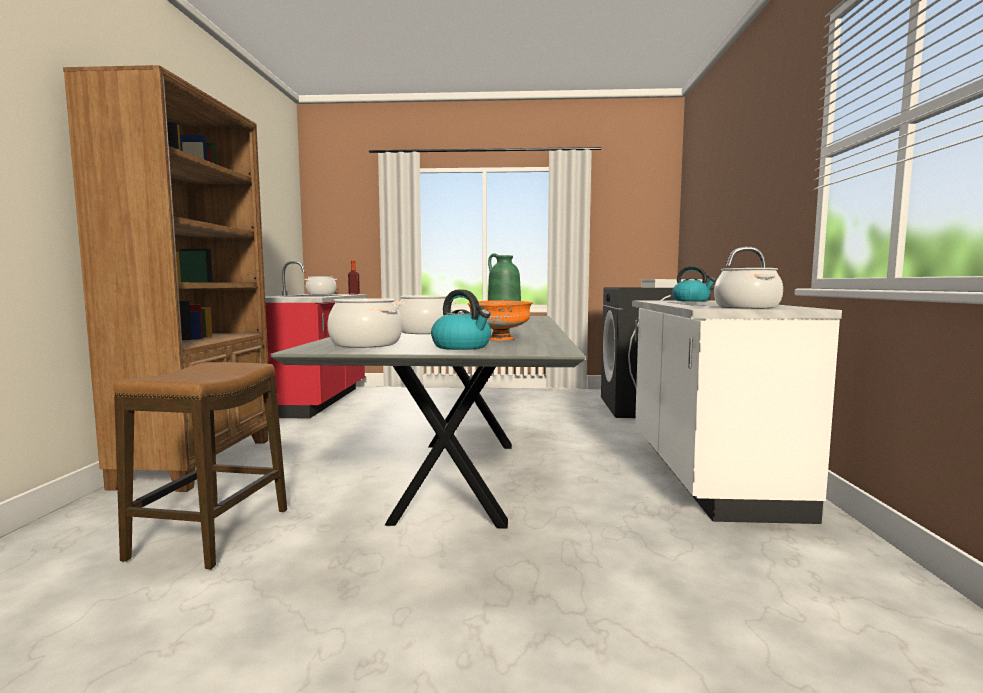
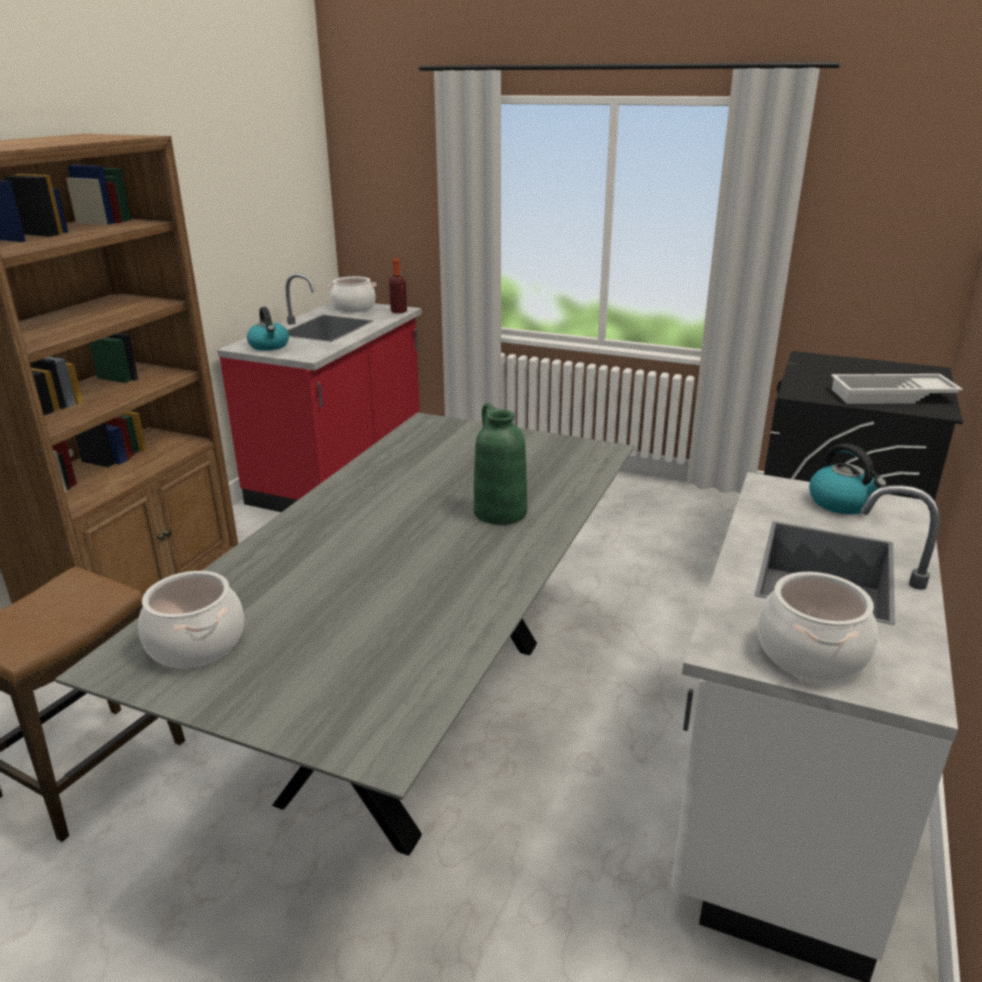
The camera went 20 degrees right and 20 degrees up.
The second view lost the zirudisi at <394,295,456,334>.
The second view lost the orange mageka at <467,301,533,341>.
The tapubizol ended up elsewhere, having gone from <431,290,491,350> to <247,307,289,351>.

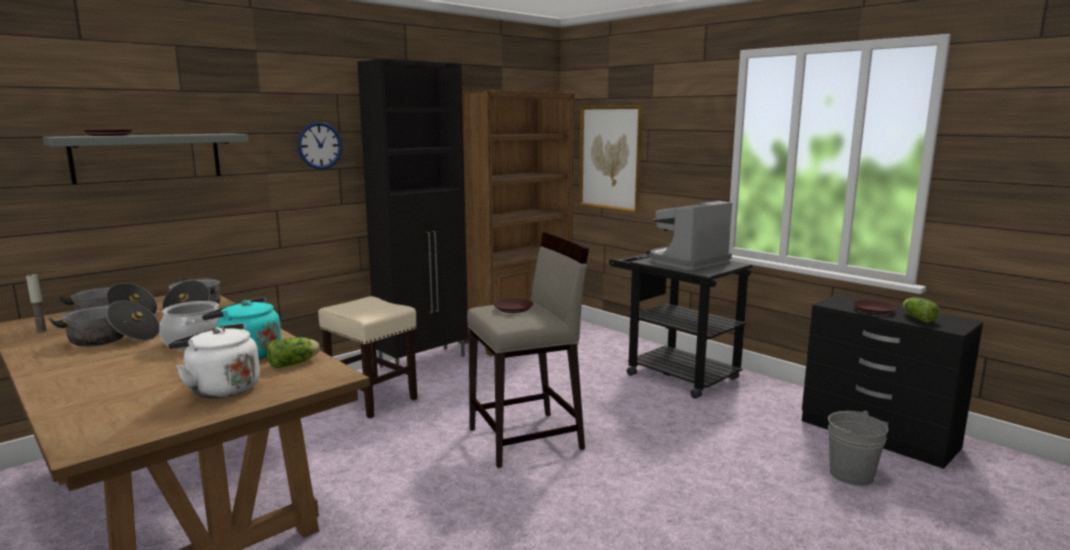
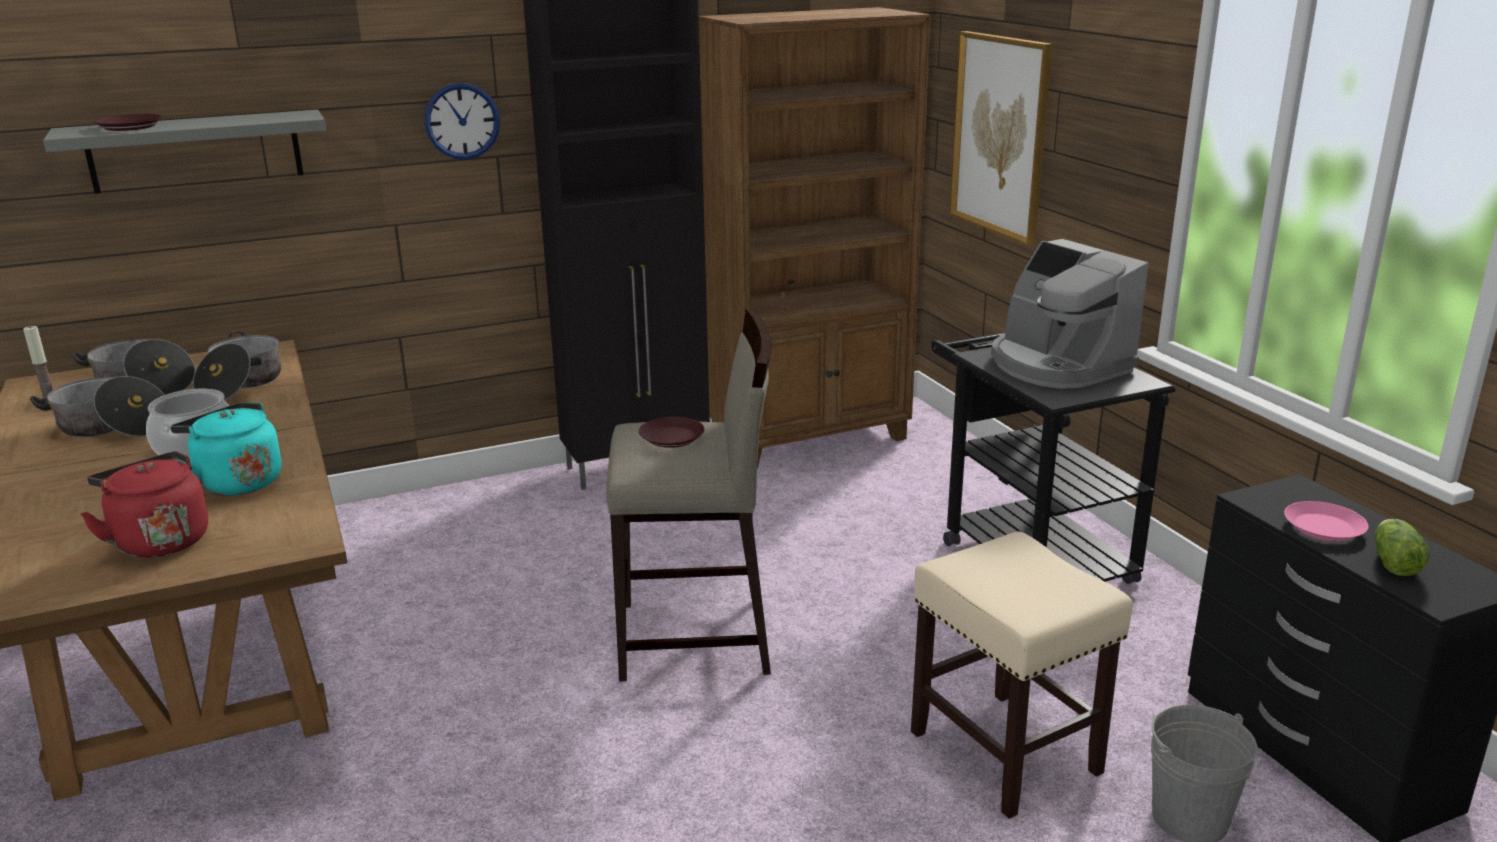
The camera went 20 degrees right and 10 degrees up.
The second view lost the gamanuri at <266,337,320,368>.
The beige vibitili ended up elsewhere, having gone from <318,296,417,418> to <911,531,1133,819>.
What was the white tapubizol at <168,323,260,398> turned into the red tapubizol at <80,451,208,558>.
What was the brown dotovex at <852,300,897,315> turned into the pink dotovex at <1284,501,1369,541>.
The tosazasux at <650,200,732,270> ended up facing another way, 105 degrees counterclockwise from before.

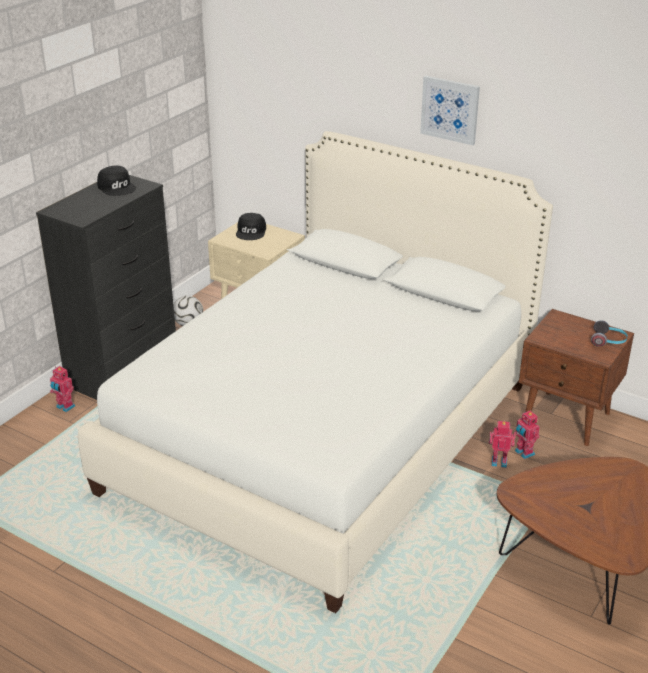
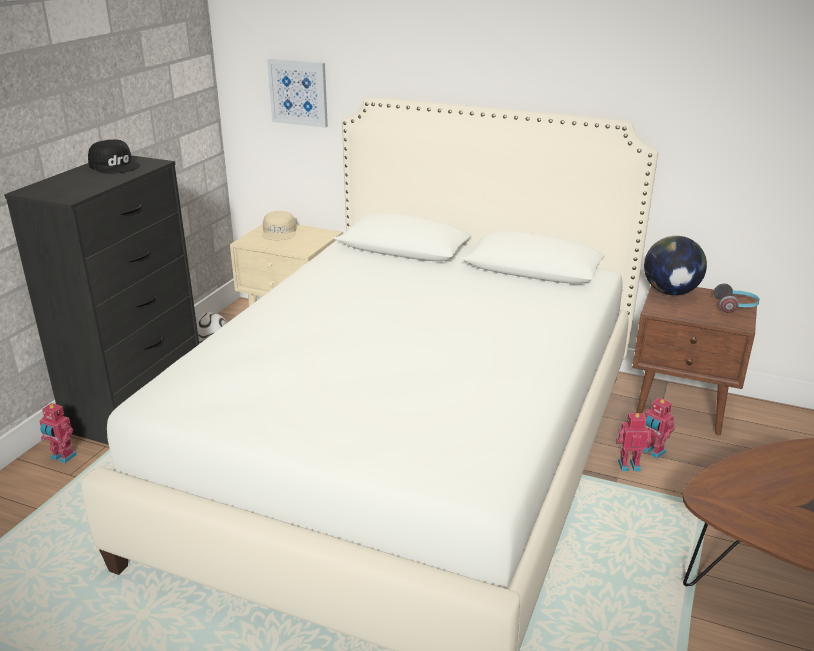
The camera went 10 degrees left and 5 degrees down.
The second view gained the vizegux at <644,236,707,295>.
The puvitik ended up elsewhere, having gone from <420,76,480,145> to <267,59,328,128>.
What was the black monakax at <236,213,266,240> turned into the beige monakax at <262,211,296,240>.

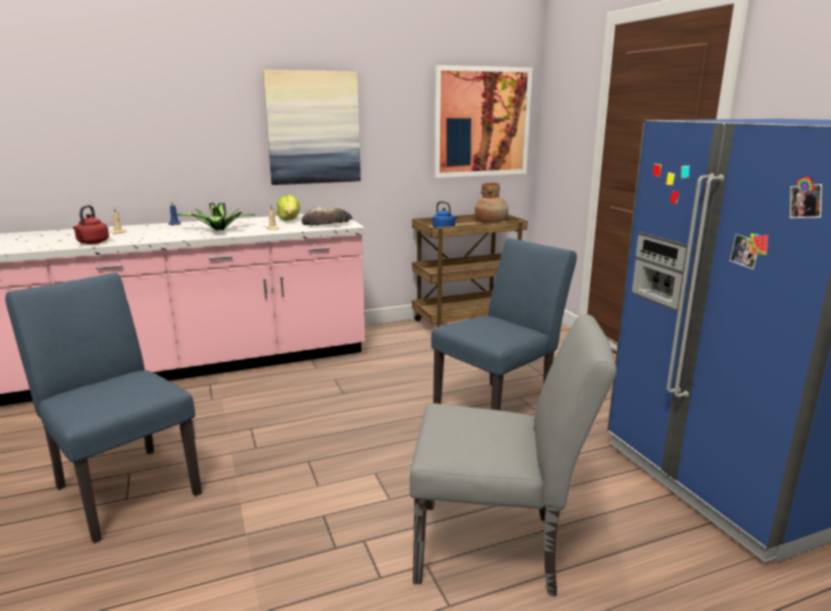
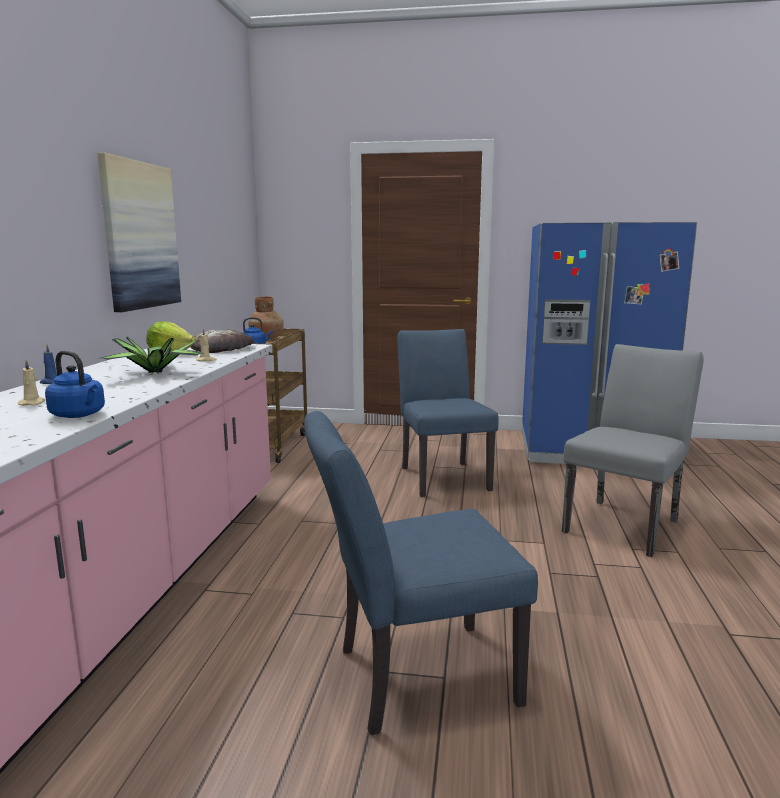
The camera went 60 degrees left and 5 degrees down.
The second view lost the puvitik at <434,65,533,178>.
What was the red tapubizol at <73,205,109,244> turned into the blue tapubizol at <45,351,105,418>.

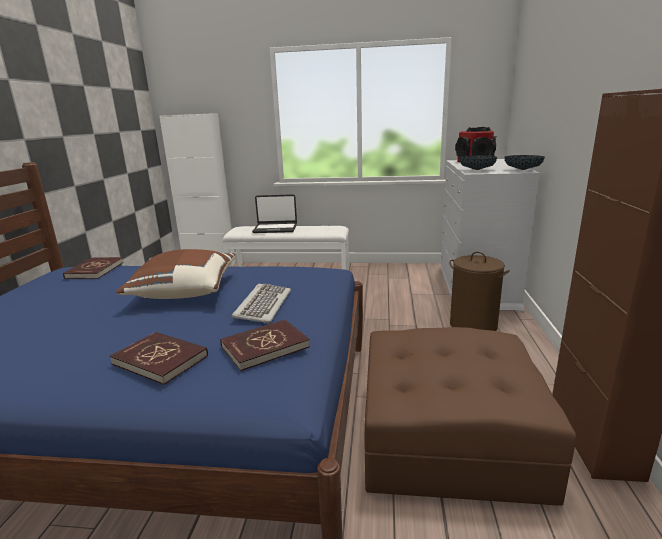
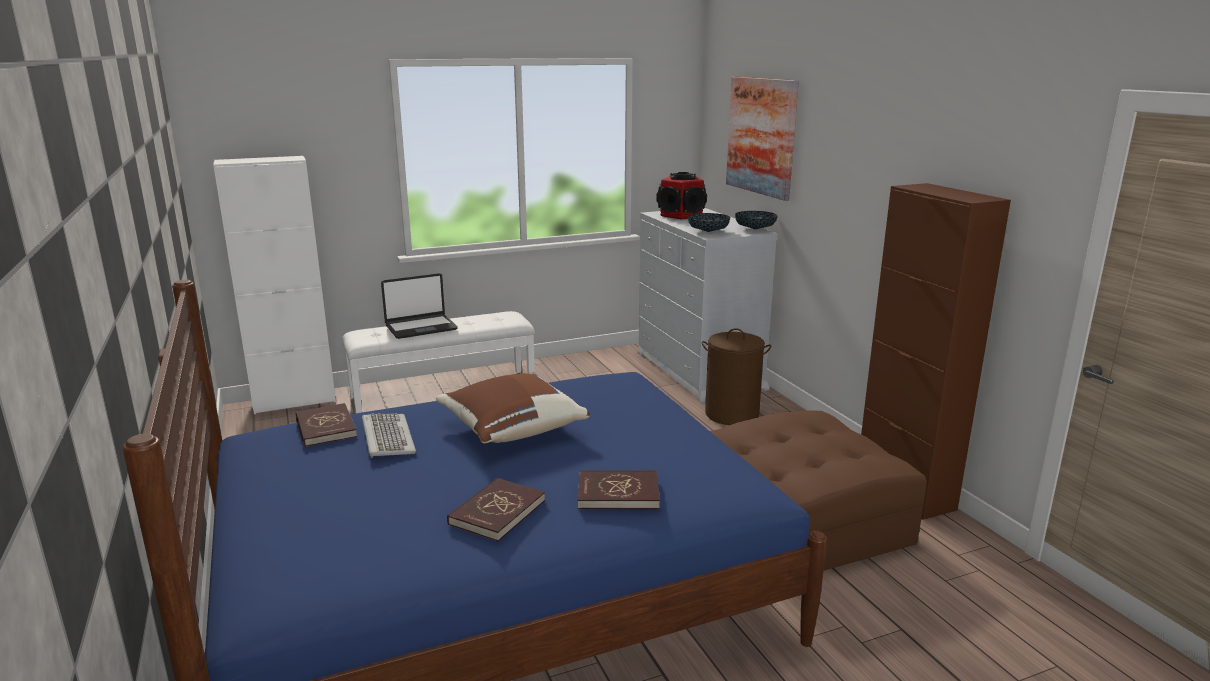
The camera went 30 degrees left and 0 degrees up.
The second view gained the puvitik at <726,77,799,201>.
The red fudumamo ended up elsewhere, having gone from <220,319,310,371> to <447,478,545,541>.
The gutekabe ended up elsewhere, having gone from <232,283,291,323> to <362,413,416,458>.

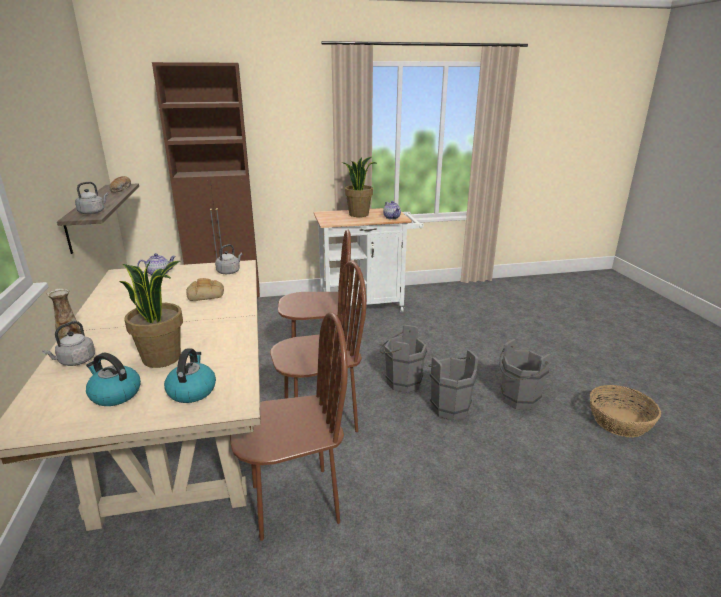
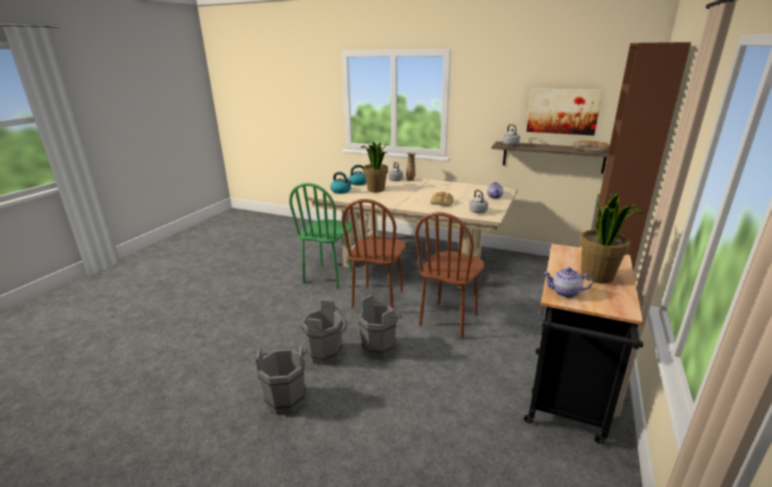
The camera went 125 degrees right and 0 degrees up.
The second view lost the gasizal at <590,385,661,437>.
The second view gained the puvitik at <526,88,603,136>.
What was the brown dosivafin at <230,312,348,541> turned into the green dosivafin at <289,183,353,288>.
What was the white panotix at <314,208,424,312> turned into the black panotix at <524,244,643,444>.

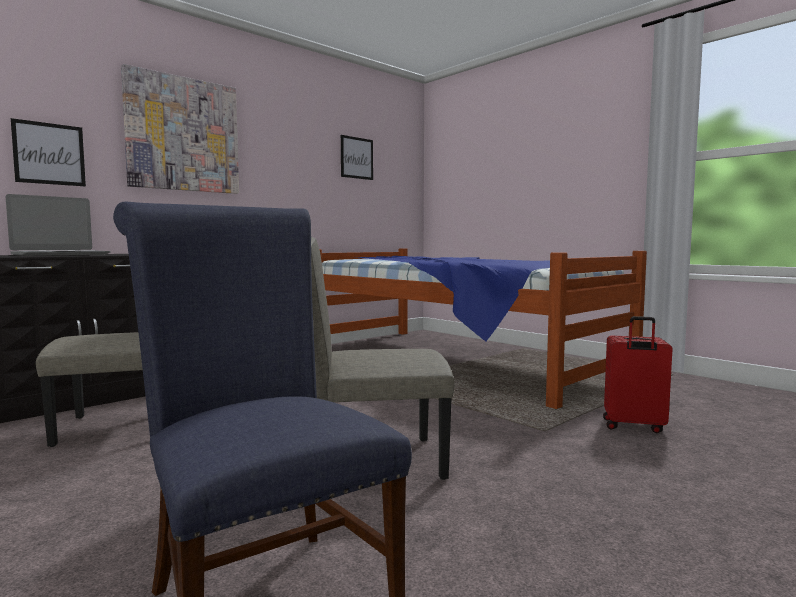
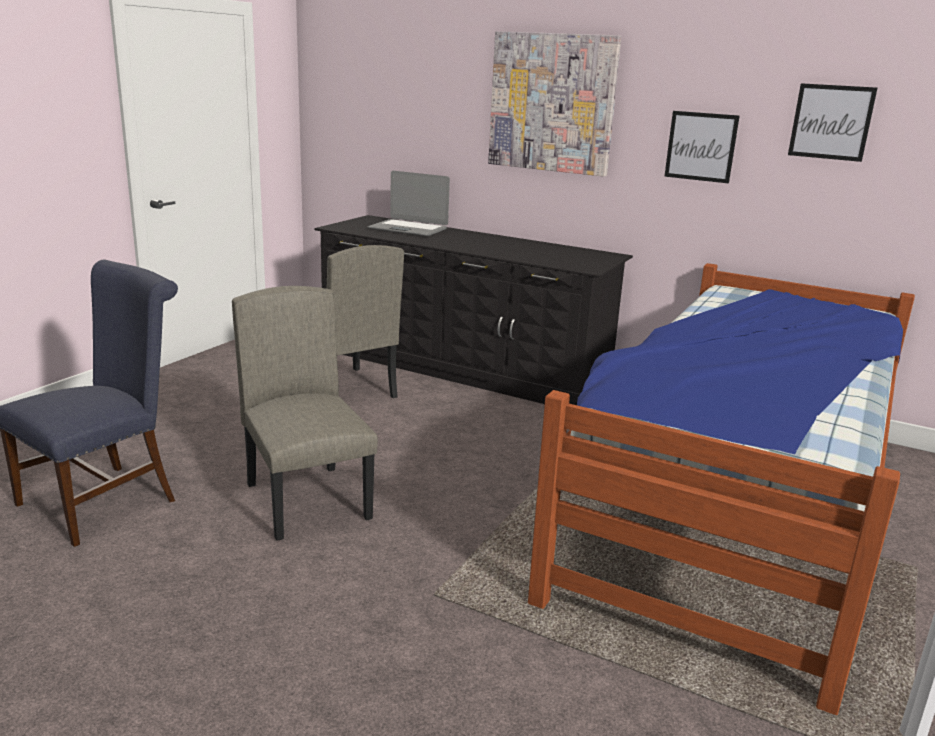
The camera went 70 degrees right and 15 degrees up.
The second view lost the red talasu at <603,316,672,433>.
The puvitik ended up elsewhere, having gone from <11,118,86,186> to <664,111,739,183>.

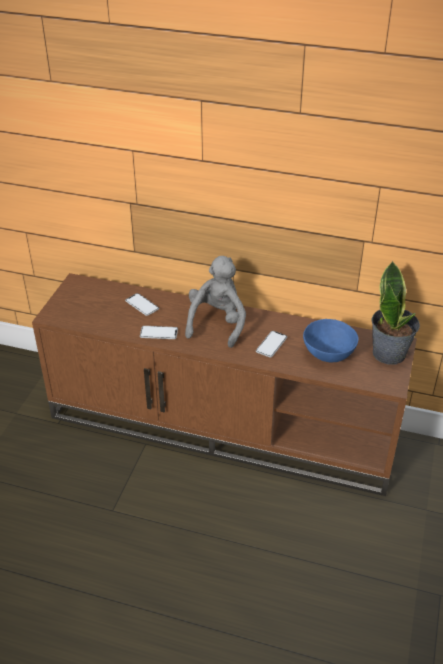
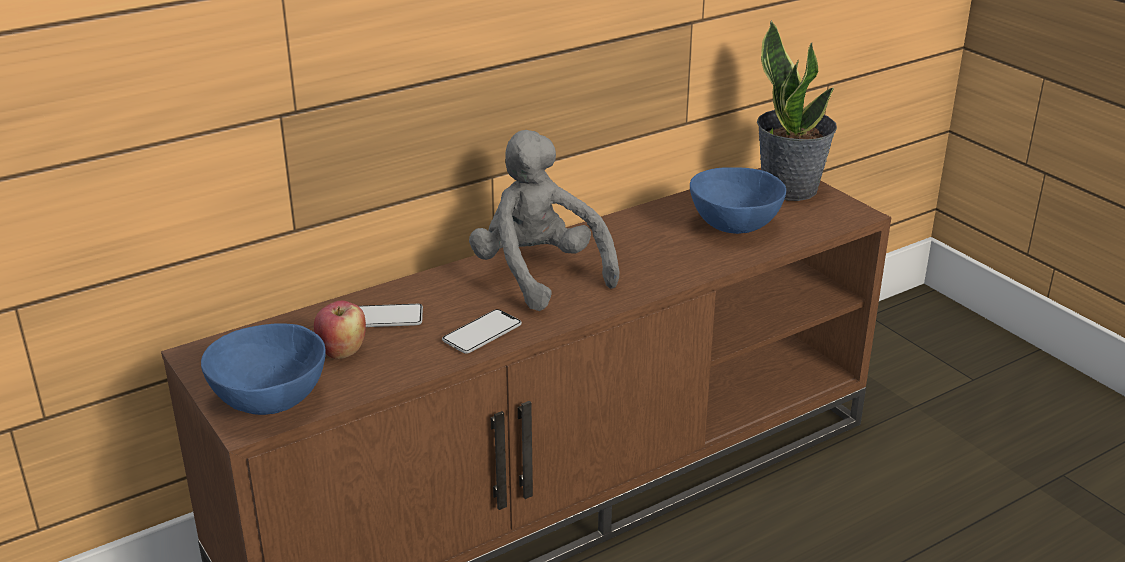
The camera went 50 degrees left and 10 degrees down.
The second view lost the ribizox at <256,331,287,357>.
The second view gained the blue mageka at <201,323,325,415>.
The second view gained the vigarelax at <314,301,366,359>.

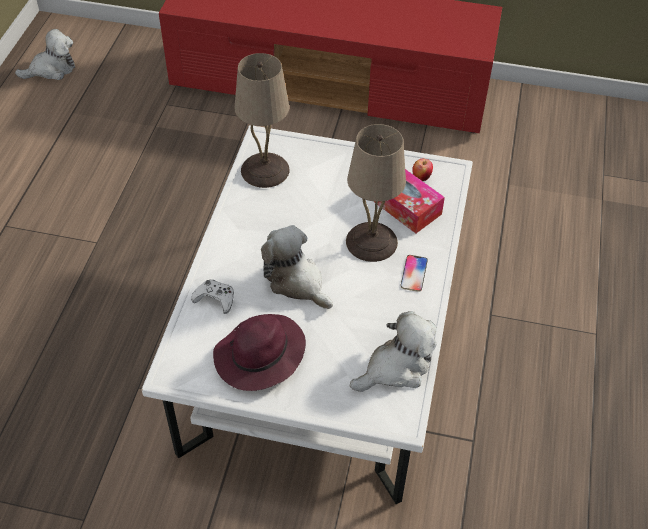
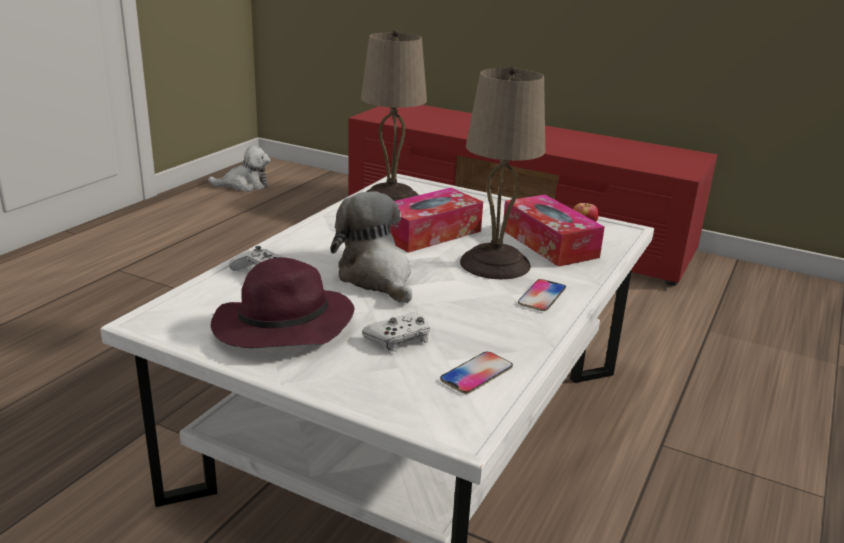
The camera went 15 degrees right and 25 degrees down.
The second view gained the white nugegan at <362,313,430,352>.
The second view gained the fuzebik at <390,188,483,253>.
Where the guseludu stood at <350,311,437,392>, the ribizox came to stand at <440,352,513,394>.

